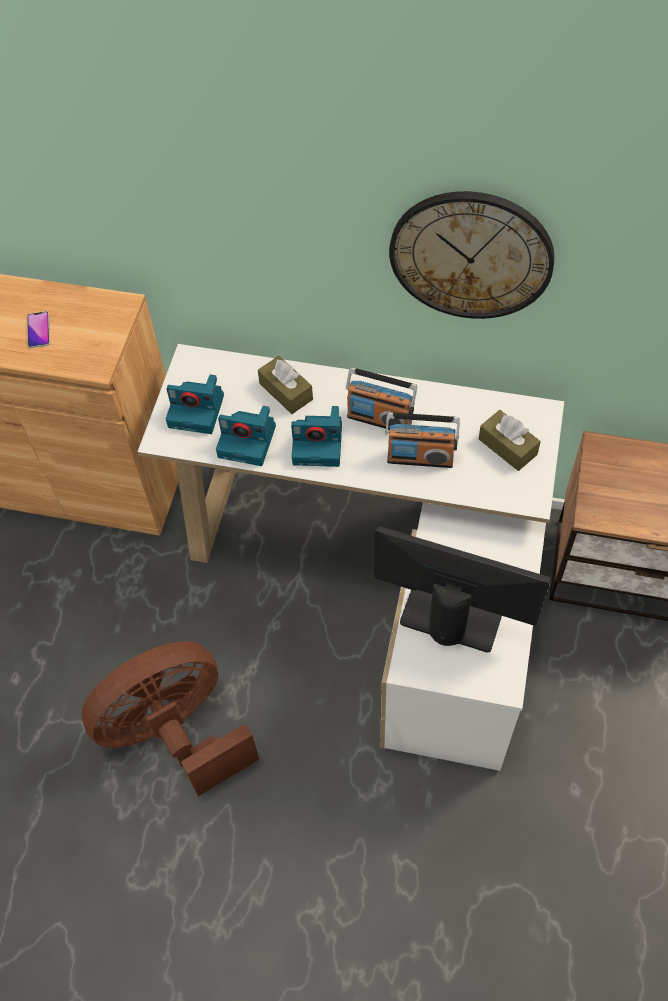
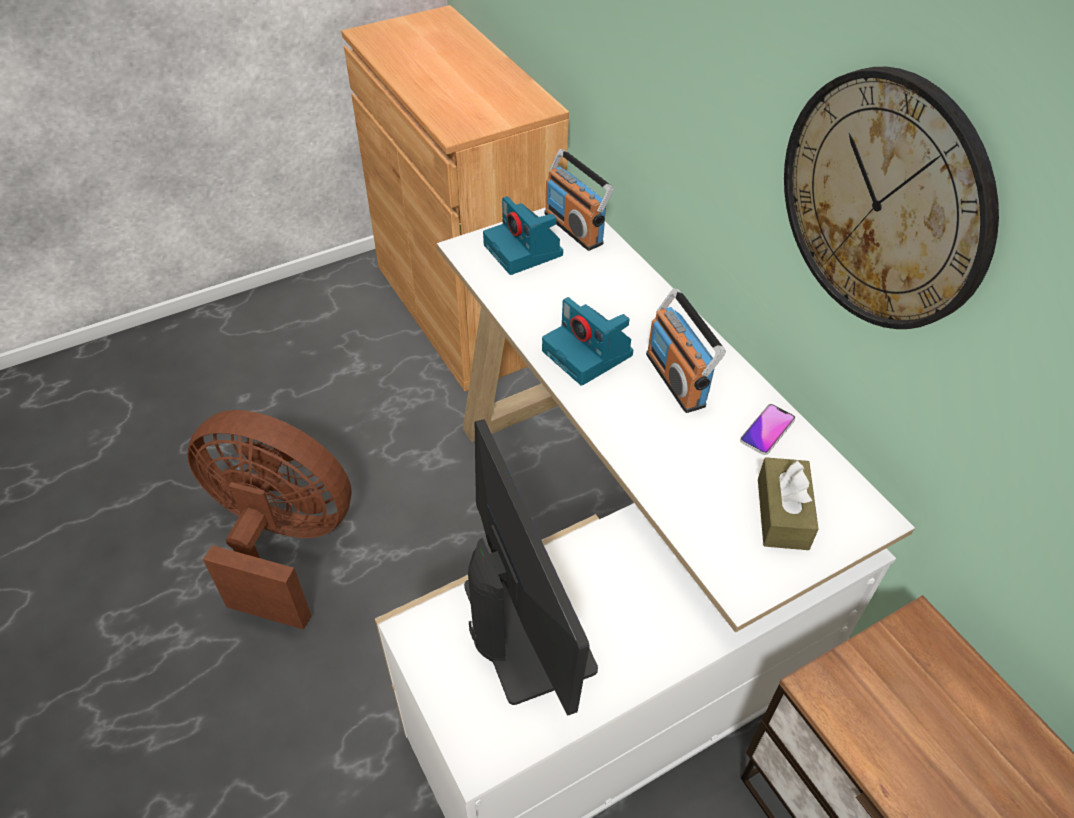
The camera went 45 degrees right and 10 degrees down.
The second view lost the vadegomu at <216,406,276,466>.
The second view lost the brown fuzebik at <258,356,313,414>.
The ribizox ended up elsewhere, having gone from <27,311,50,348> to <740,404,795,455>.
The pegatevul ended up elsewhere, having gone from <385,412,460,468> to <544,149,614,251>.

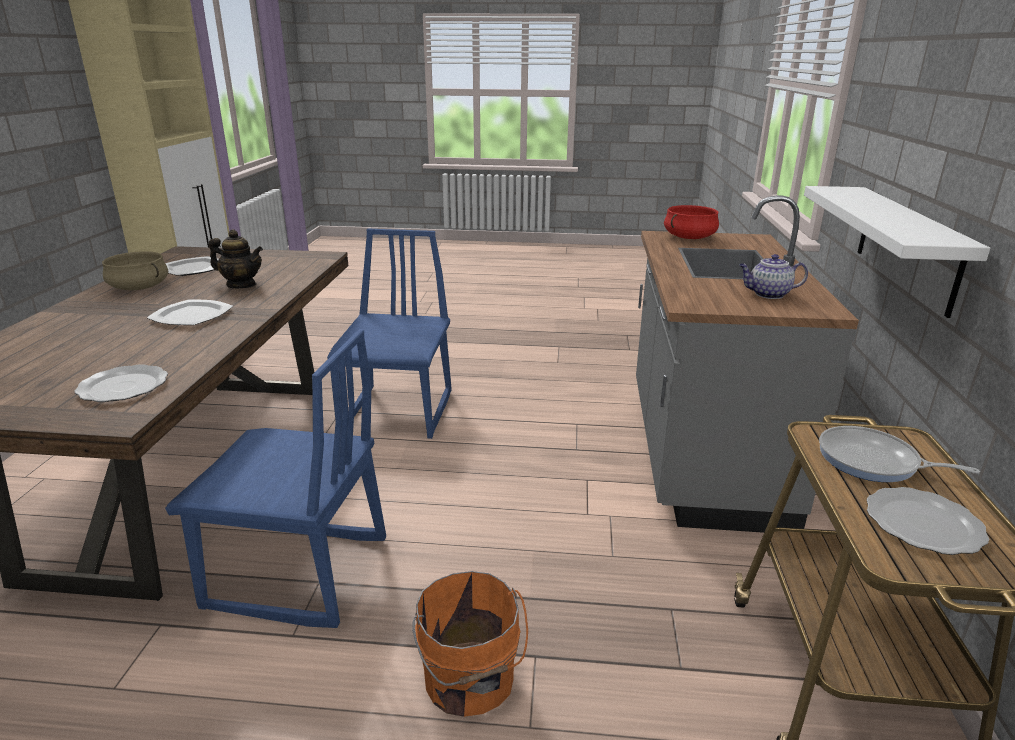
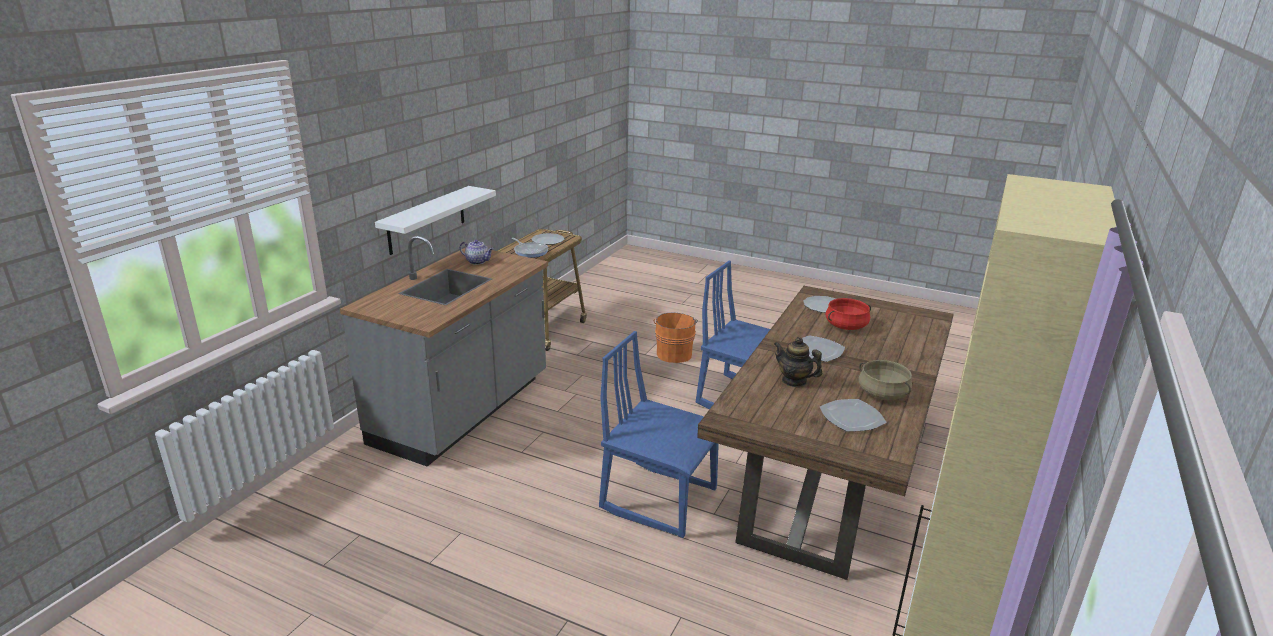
The camera went 160 degrees left and 0 degrees up.
The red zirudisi ended up elsewhere, having gone from <664,205,719,239> to <825,298,871,330>.
The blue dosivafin at <327,229,452,439> ended up facing another way, 90 degrees clockwise from before.

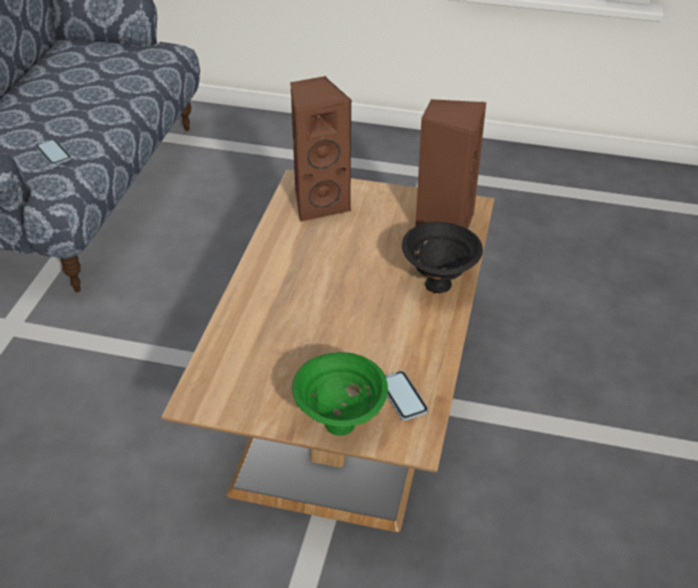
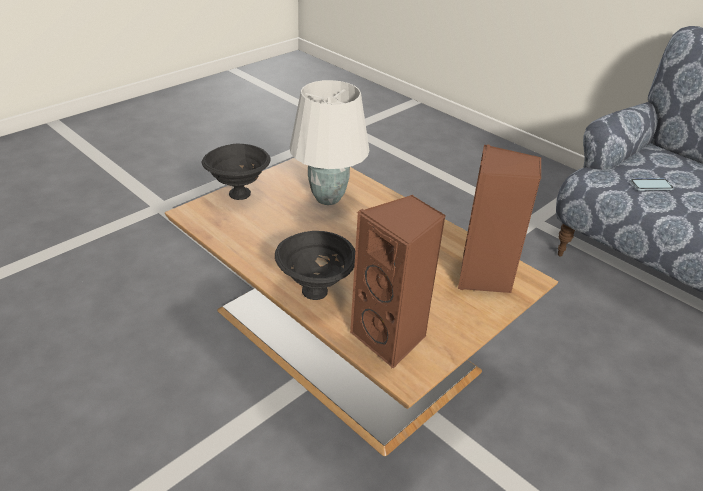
The camera went 120 degrees right and 5 degrees down.
The second view lost the ribizox at <385,371,428,420>.
The second view gained the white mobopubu at <290,80,370,205>.
What was the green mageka at <292,352,388,436> turned into the black mageka at <202,144,271,200>.

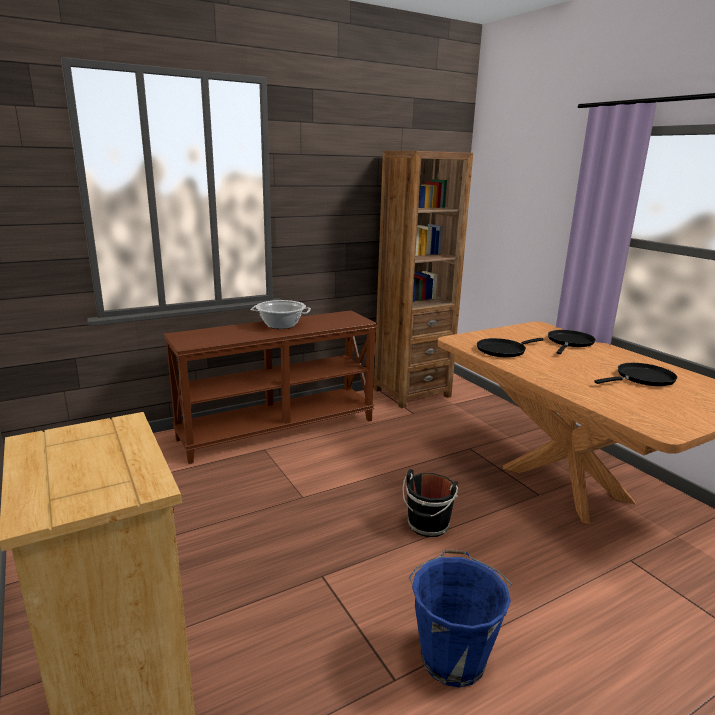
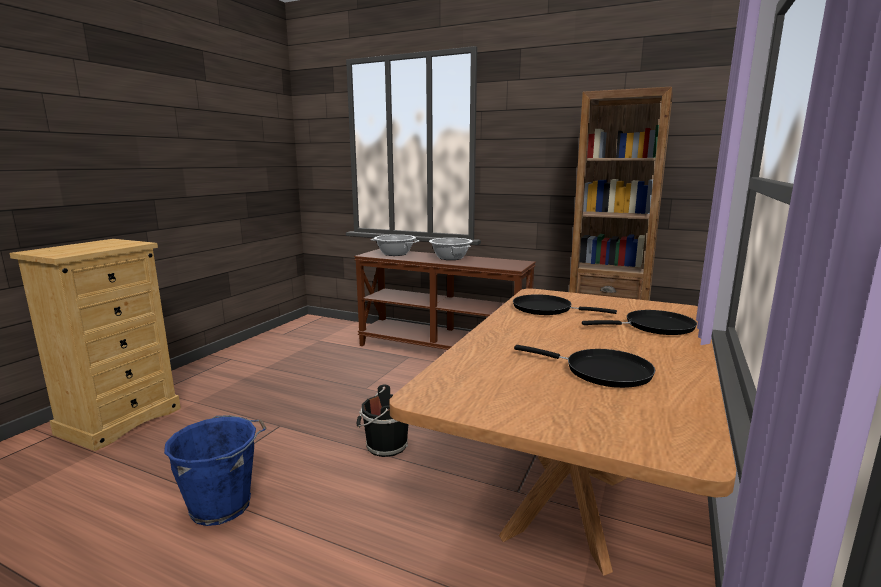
The camera went 55 degrees right and 5 degrees down.
The second view gained the zirudisi at <371,235,420,256>.

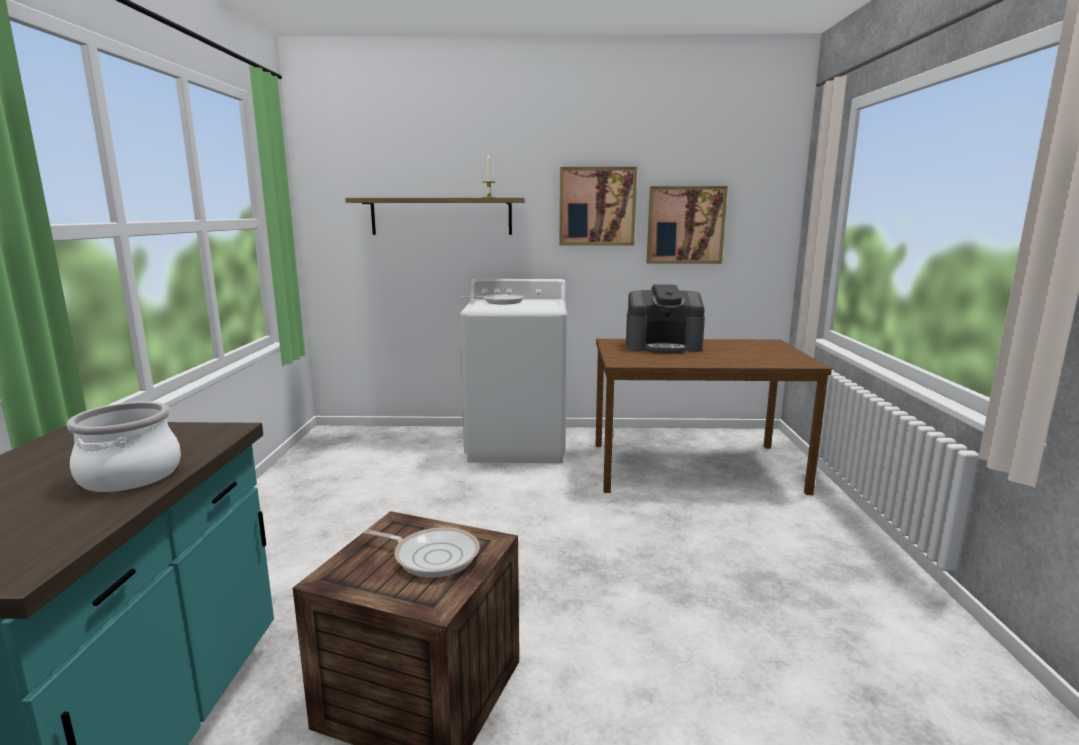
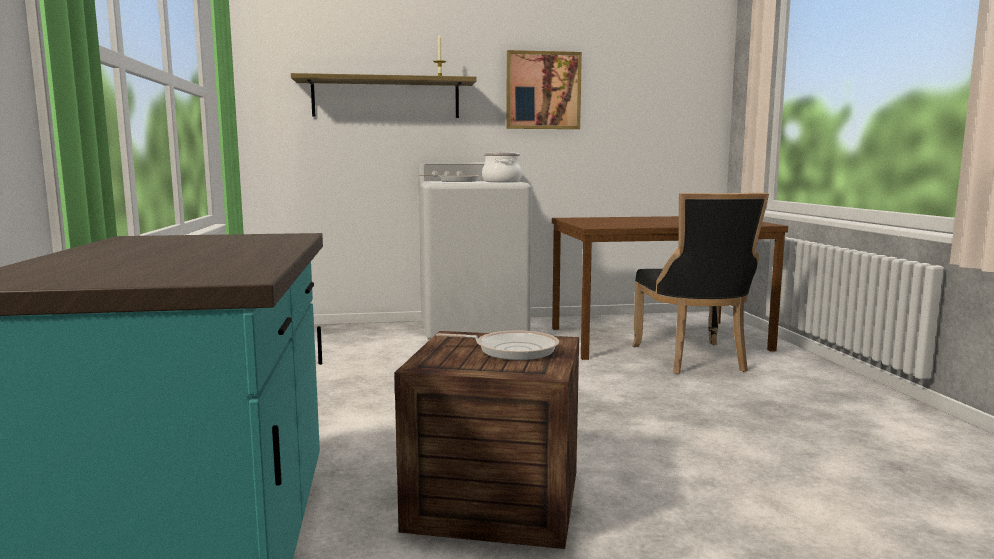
The camera went 10 degrees left and 5 degrees down.
The second view lost the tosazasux at <626,284,705,353>.
The second view lost the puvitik at <647,186,728,264>.
The second view gained the black dosivafin at <632,193,769,374>.
The zirudisi ended up elsewhere, having gone from <66,401,181,492> to <482,153,522,182>.

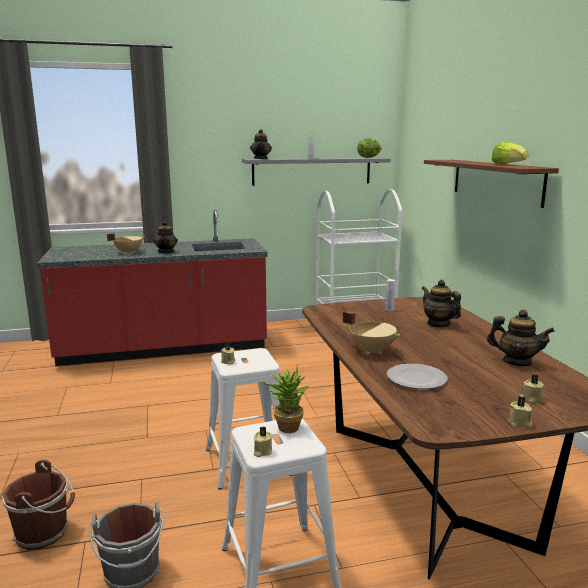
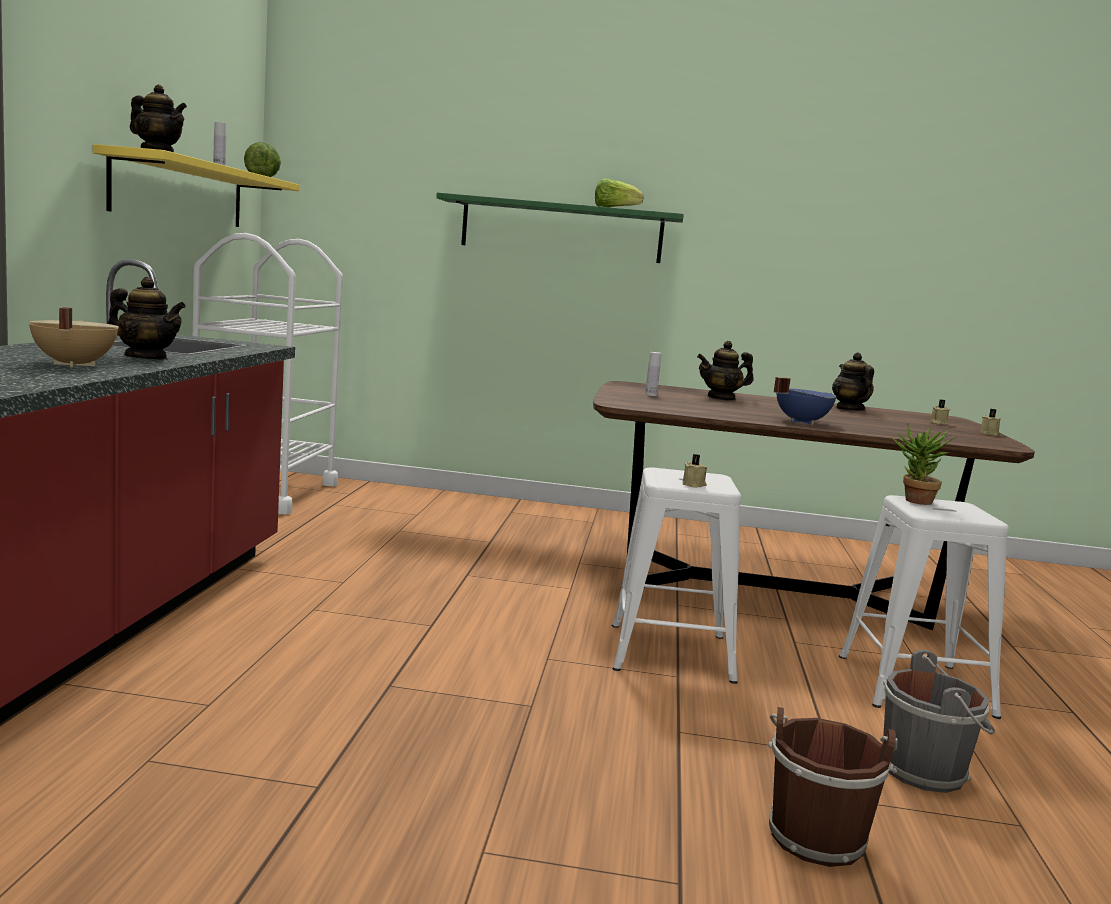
The camera went 70 degrees left and 5 degrees down.
The second view lost the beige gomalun at <254,426,273,457>.
The second view lost the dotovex at <387,364,448,389>.
What was the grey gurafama at <242,157,391,186> turned into the yellow gurafama at <93,144,300,227>.
What was the beige zirudisi at <343,311,400,355> turned into the blue zirudisi at <774,377,837,425>.
What was the brown gurafama at <424,160,559,208> turned into the green gurafama at <436,192,684,263>.
The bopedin at <487,309,555,366> ended up facing another way, 60 degrees counterclockwise from before.

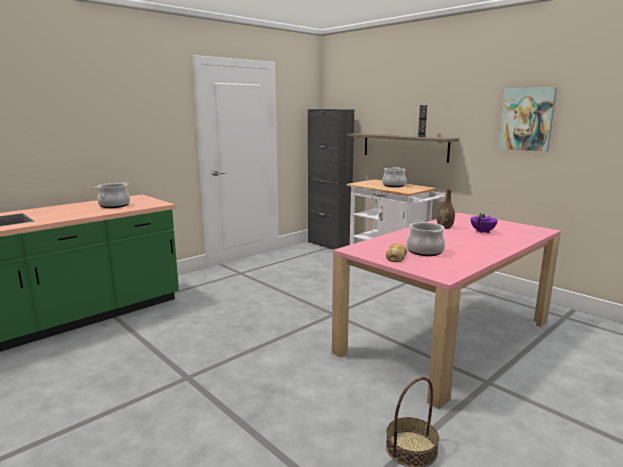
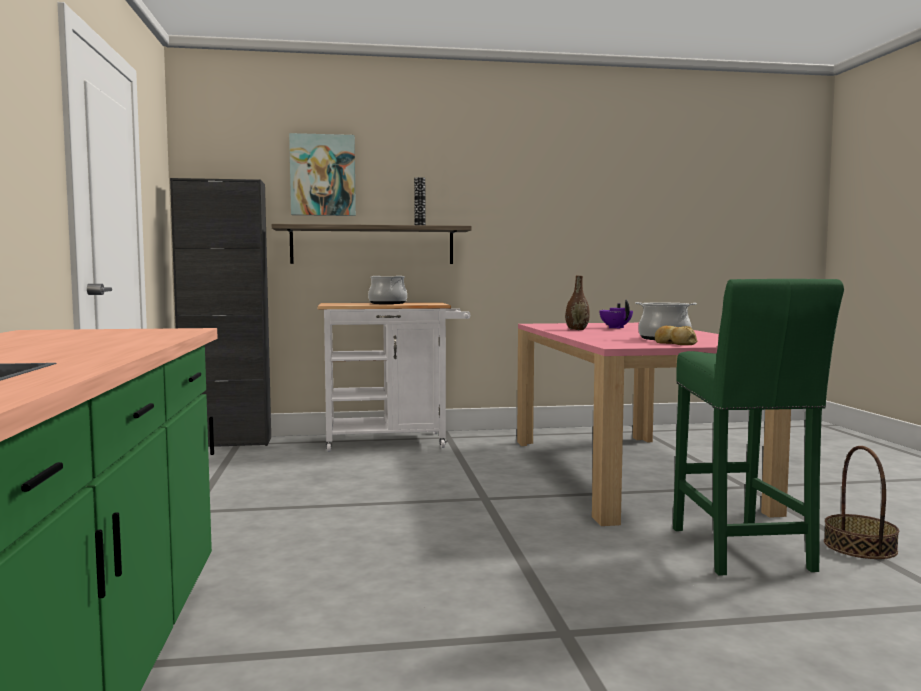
The camera went 55 degrees left and 10 degrees down.
The second view lost the zirudisi at <95,182,130,208>.
The second view gained the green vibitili at <673,279,844,576>.
The puvitik ended up elsewhere, having gone from <498,87,557,152> to <289,133,356,216>.

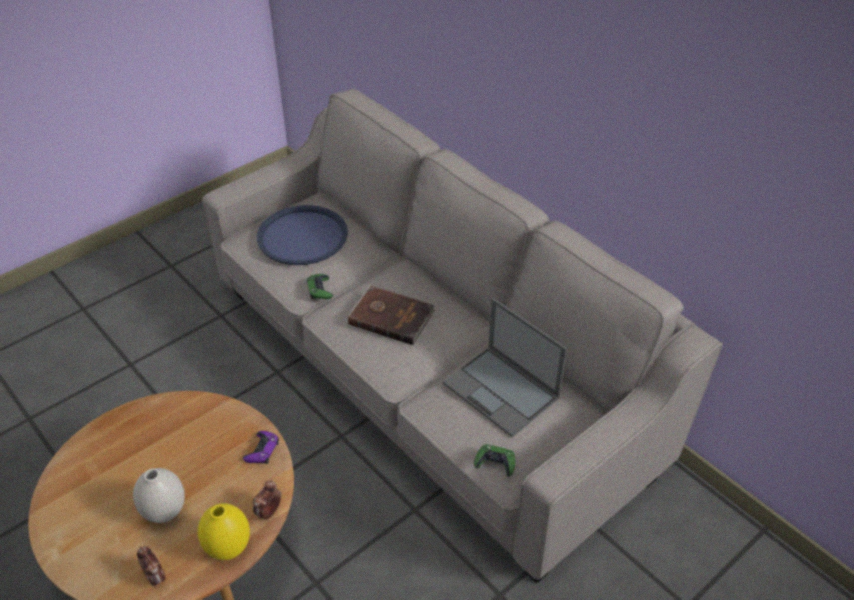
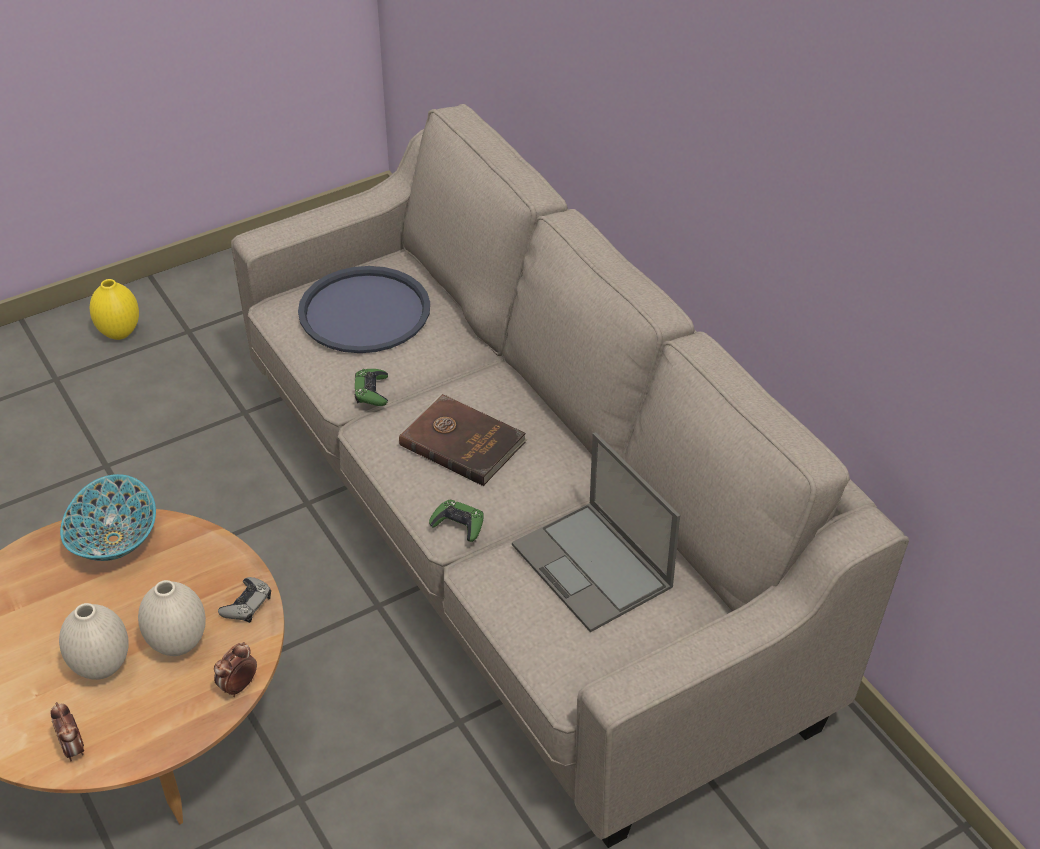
The camera went 10 degrees right and 0 degrees up.
The second view gained the mageka at <60,474,156,561>.
The second view gained the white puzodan at <138,580,206,656>.
The yellow puzodan ended up elsewhere, having gone from <198,503,250,560> to <90,279,139,340>.
The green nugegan ended up elsewhere, having gone from <474,444,515,476> to <429,500,484,542>.
What was the purple nugegan at <243,431,279,464> turned into the grey nugegan at <218,577,271,623>.

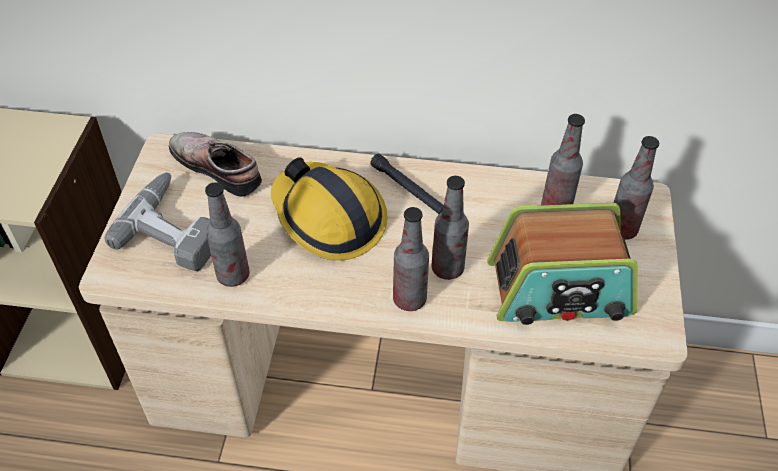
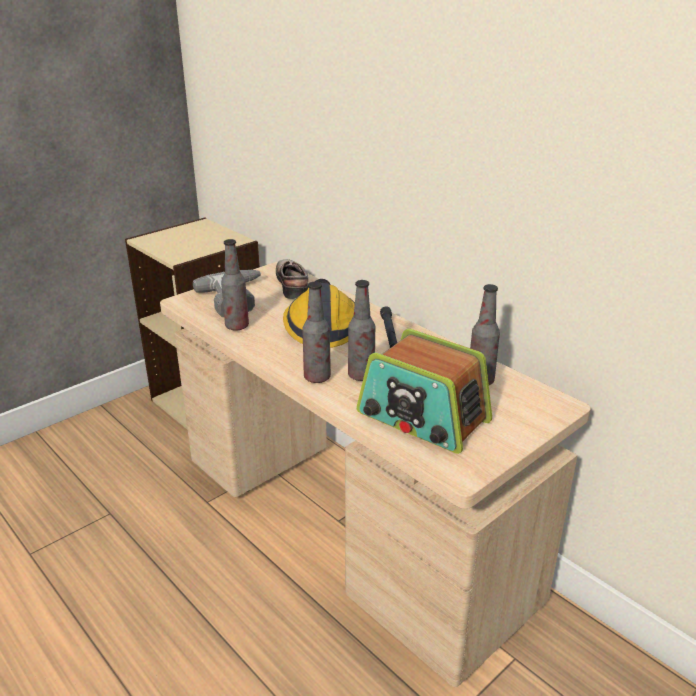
The camera went 40 degrees right and 20 degrees down.
The second view lost the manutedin at <613,136,659,240>.

